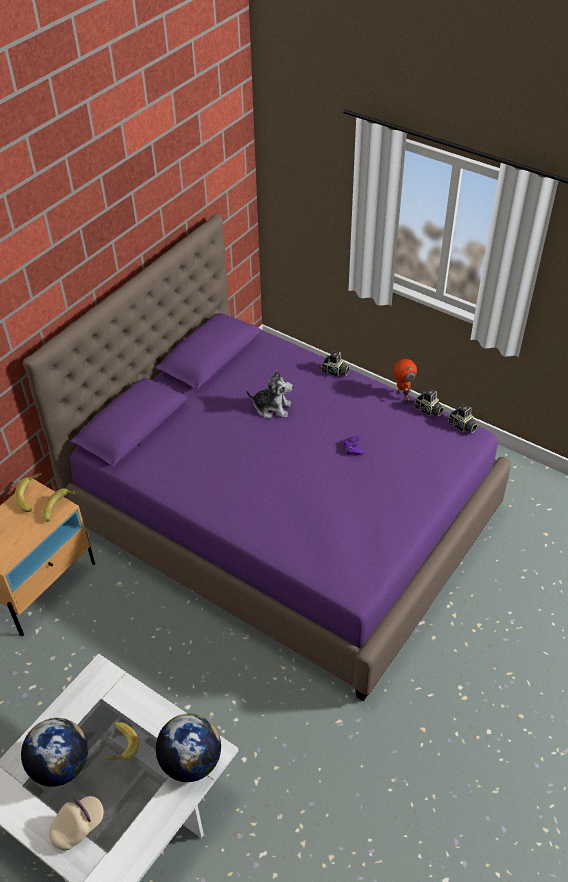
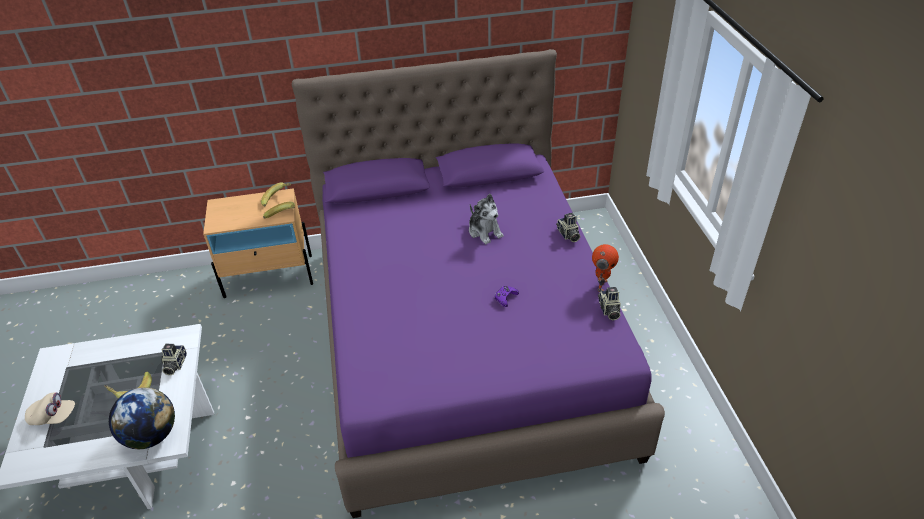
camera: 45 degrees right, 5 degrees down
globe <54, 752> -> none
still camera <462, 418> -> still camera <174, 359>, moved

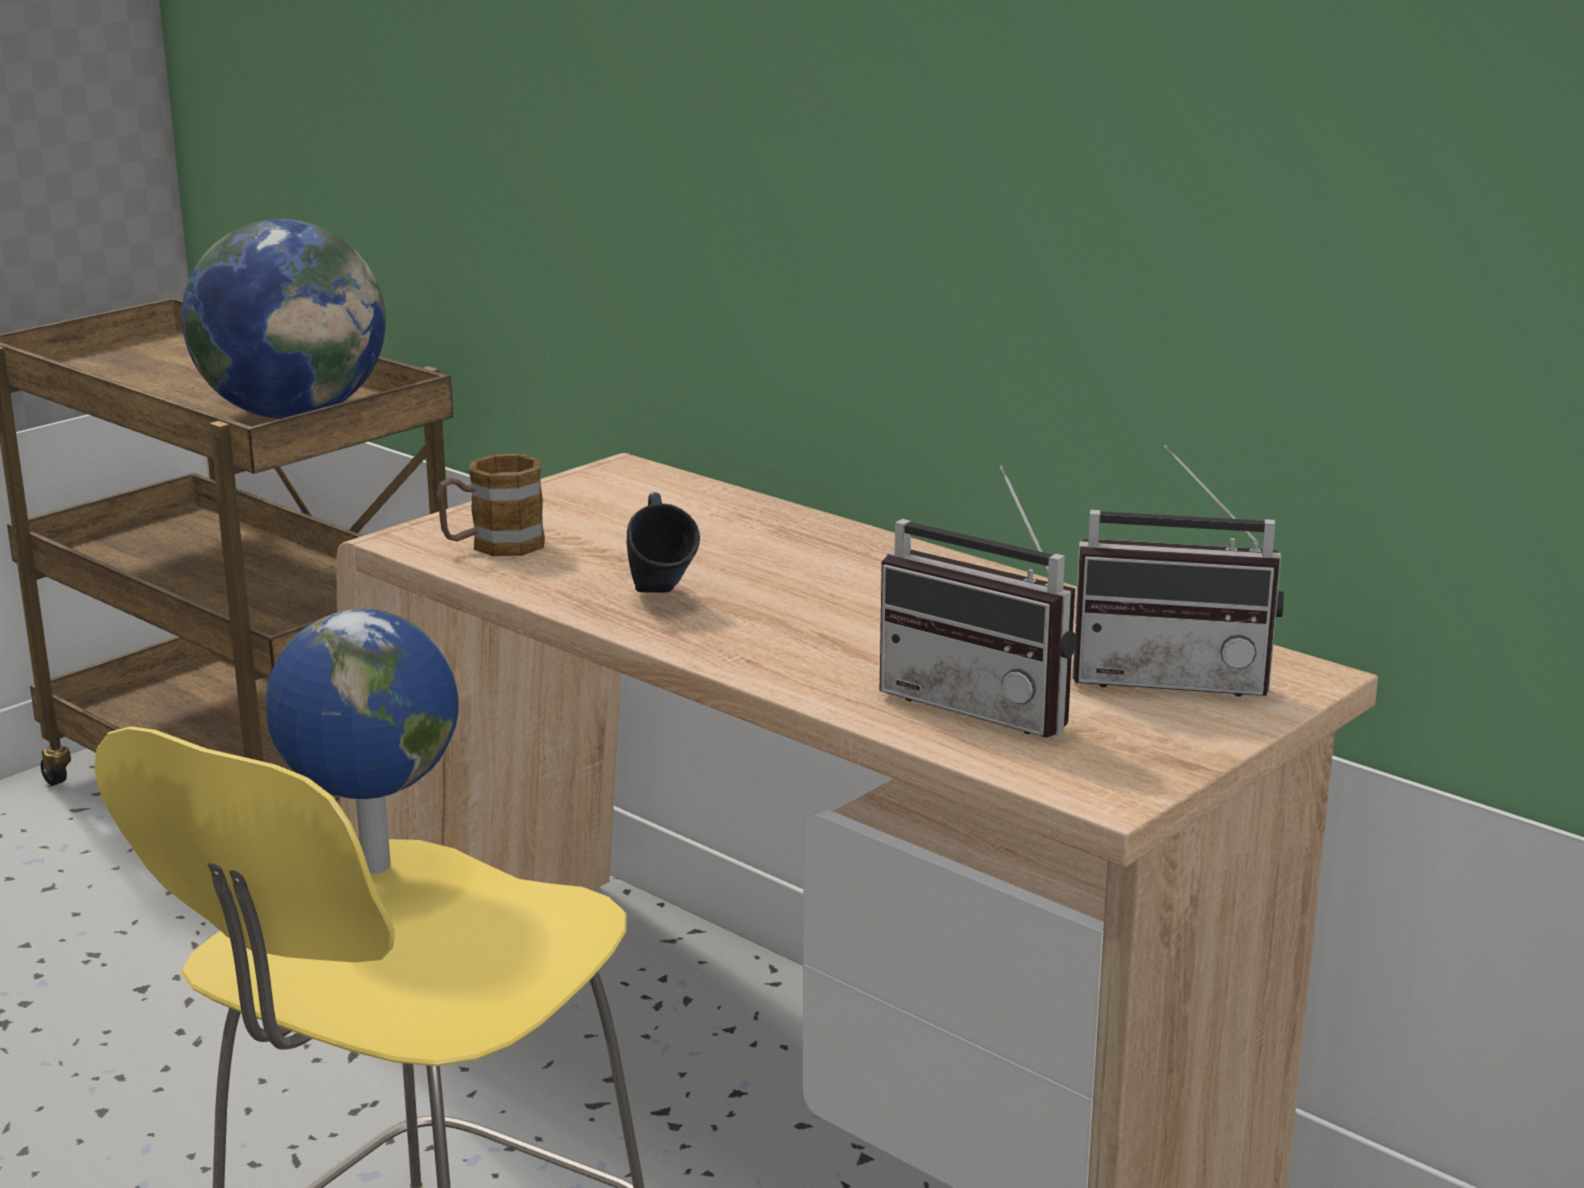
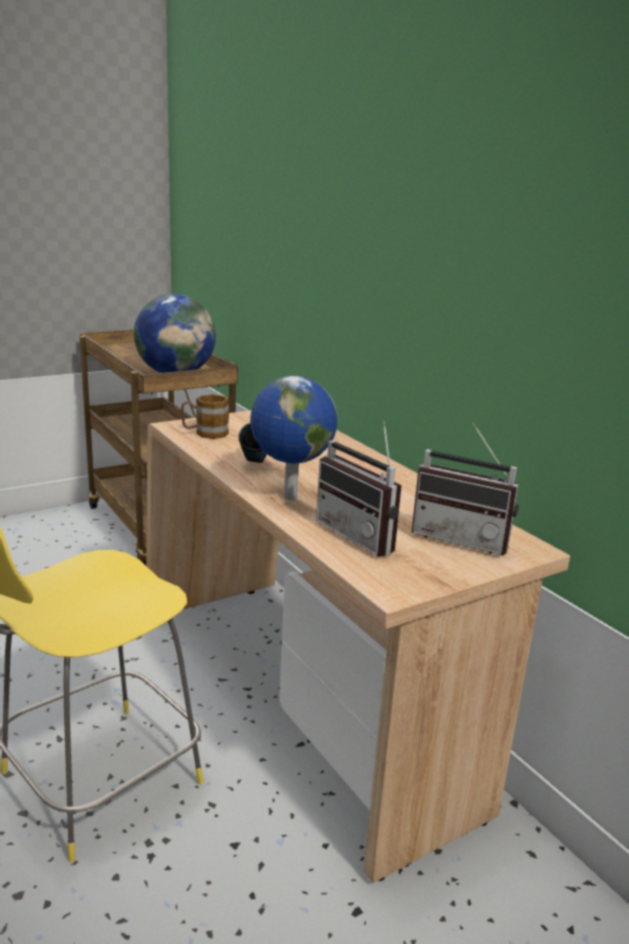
camera: 15 degrees right, 0 degrees up
globe <362, 741> -> globe <293, 438>, moved

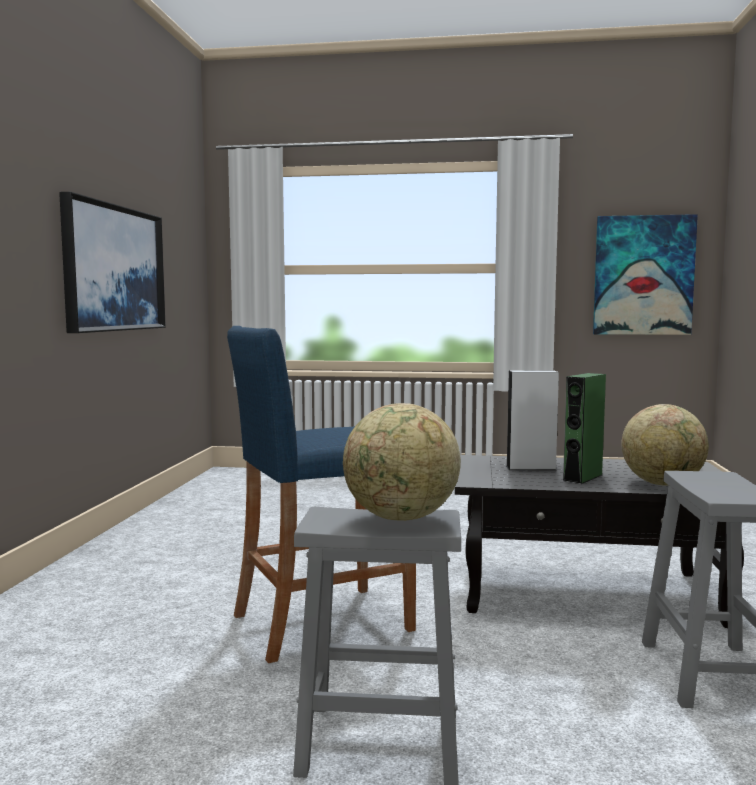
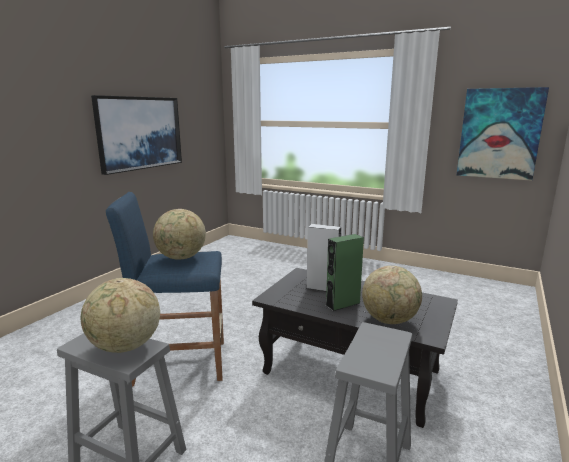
camera: 20 degrees right, 10 degrees up
none -> globe <179, 234>

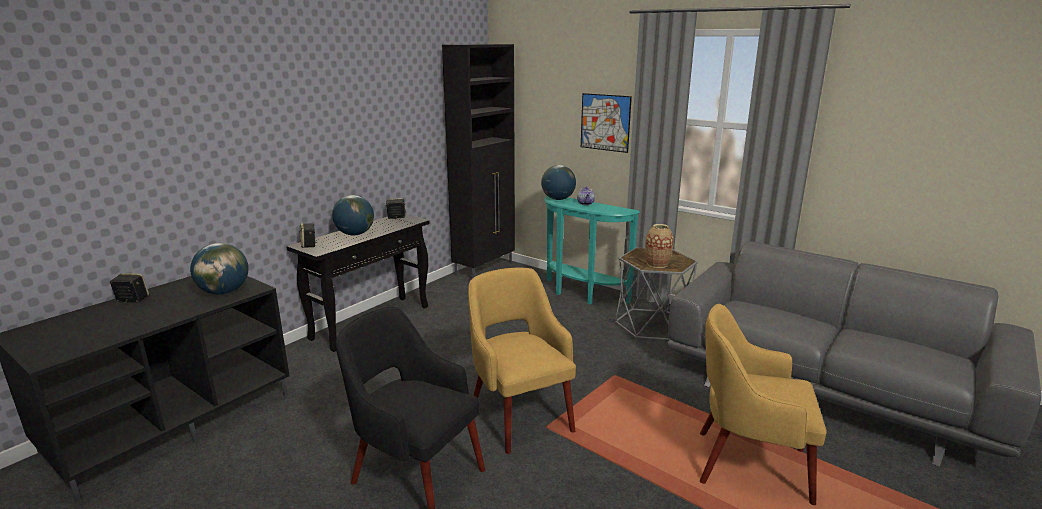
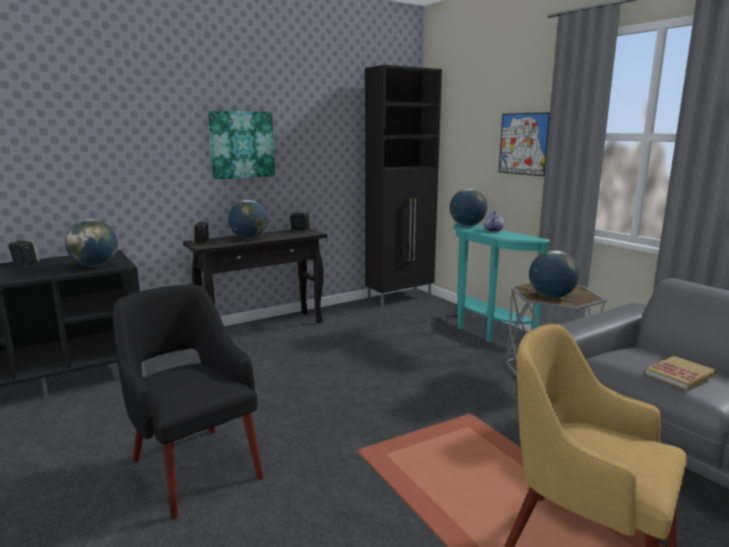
camera: 20 degrees right, 5 degrees down
yellowish easy chair <522, 361> -> none
none -> wall picture <241, 145>
none -> bound book <680, 373>
flower vase <659, 246> -> globe <554, 274>

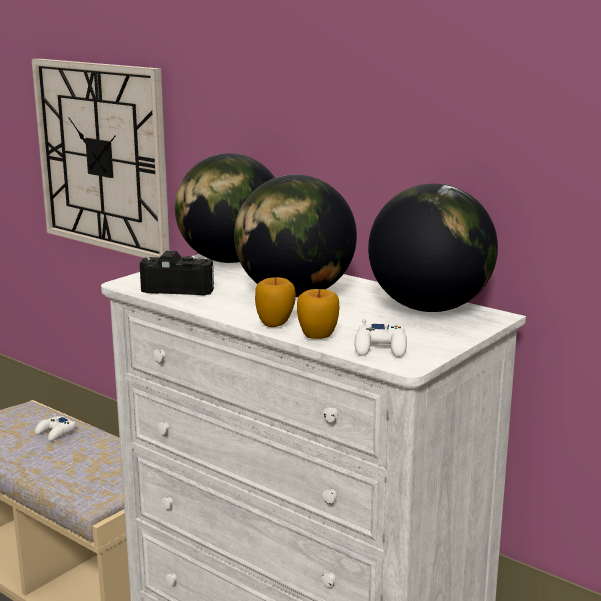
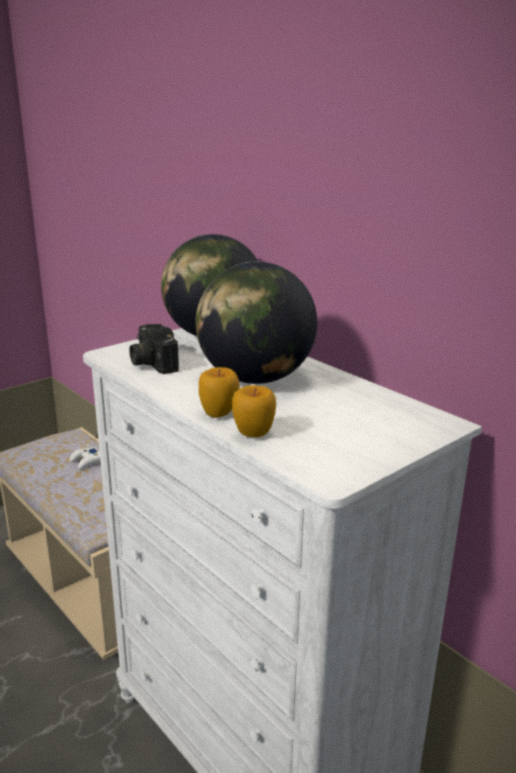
camera: 10 degrees right, 5 degrees up
hanging clock <100, 158> -> none
white-coloured game controller <381, 338> -> none
globe <433, 248> -> none
still camera <177, 273> -> still camera <154, 349>, 135 degrees counterclockwise

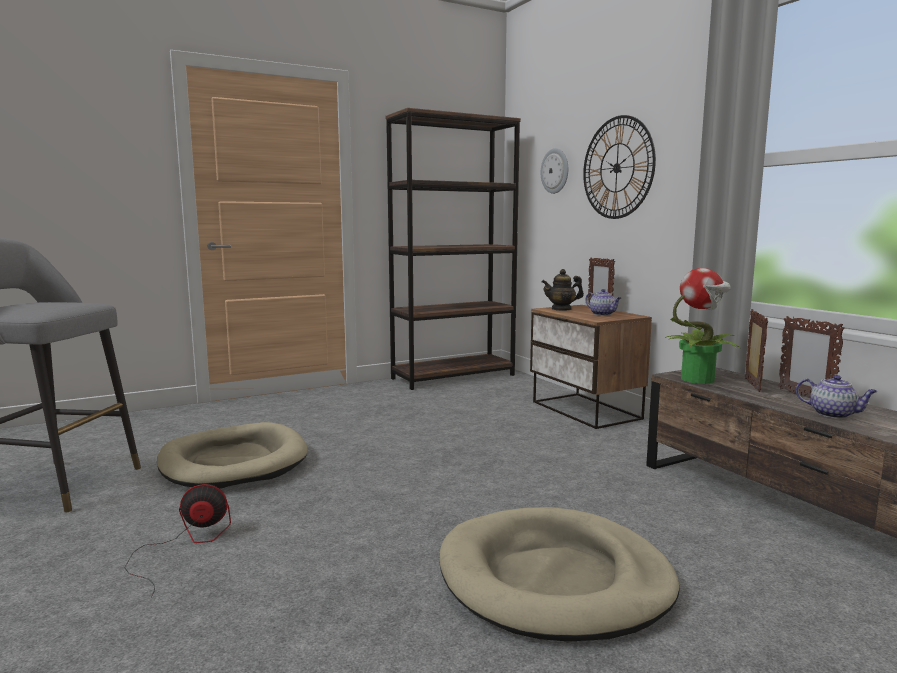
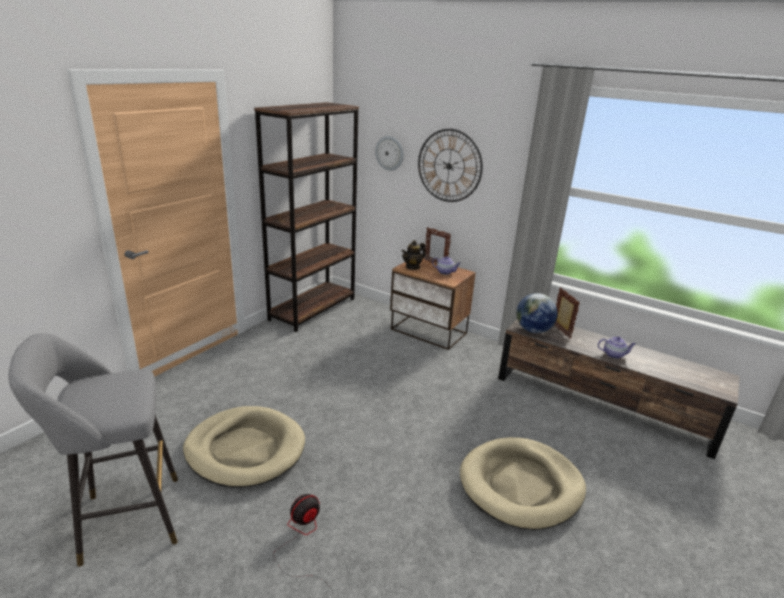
camera: 30 degrees left, 15 degrees up
photo frame <811, 356> -> none
plant in a pot <702, 326> -> globe <537, 313>

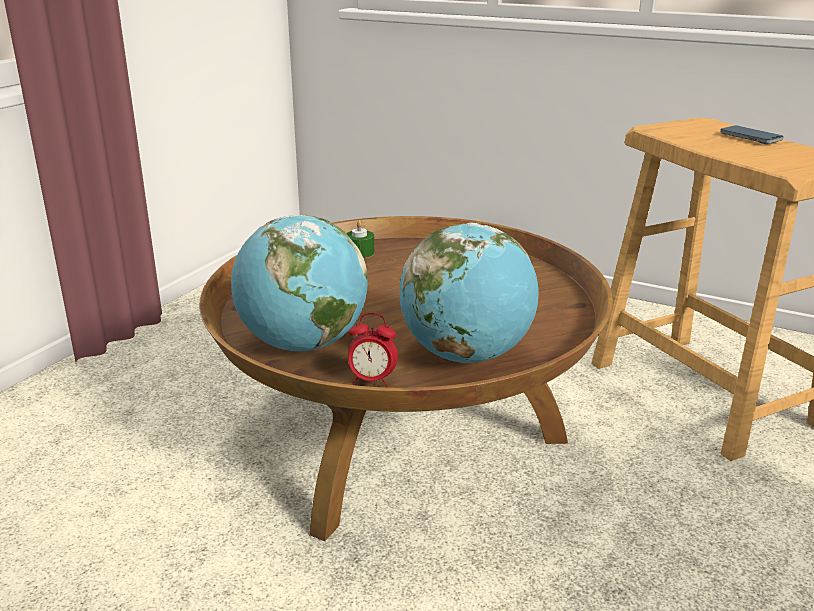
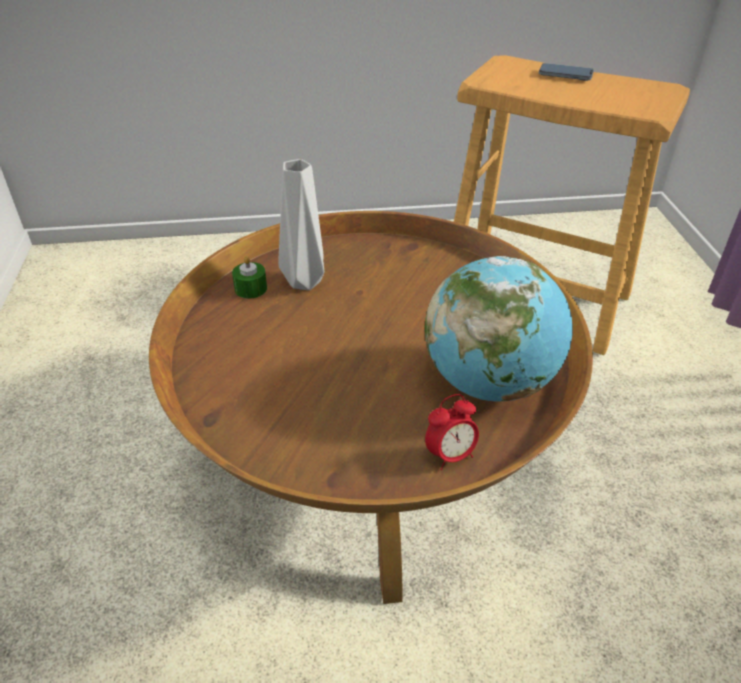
camera: 35 degrees left, 15 degrees up
globe <299, 283> -> none
none -> gray flower vase <301, 224>

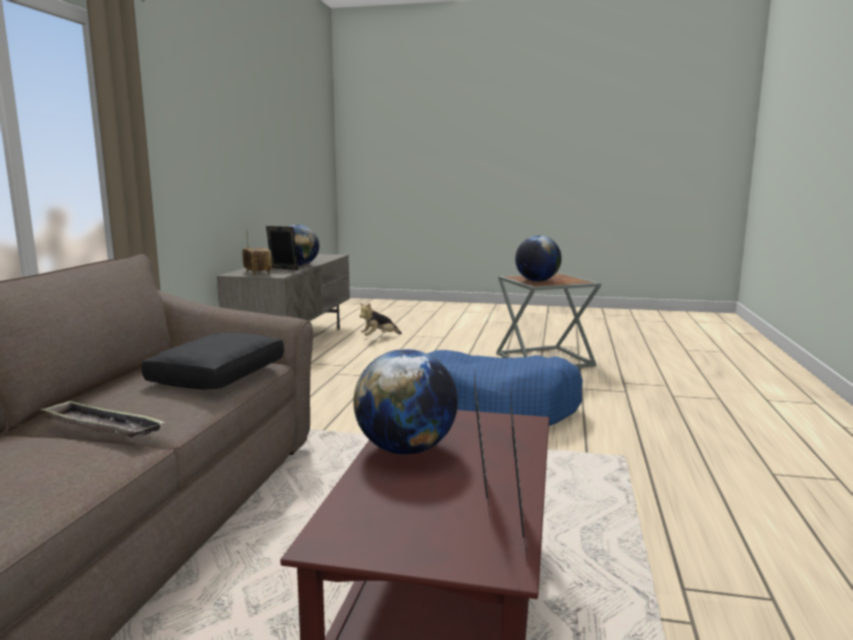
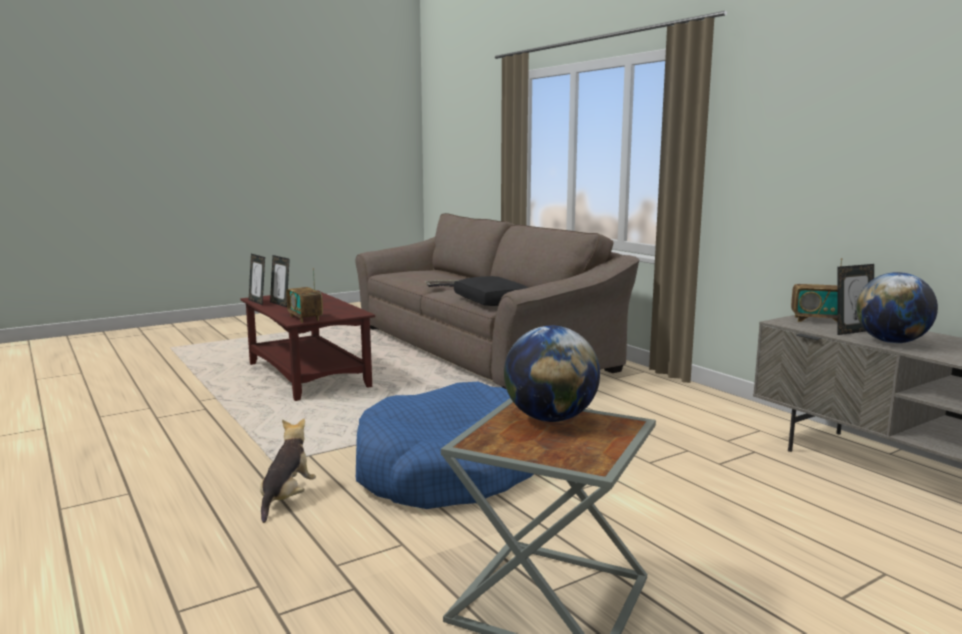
camera: 135 degrees right, 0 degrees up
globe <405, 402> -> none
none -> radio <304, 295>
plush toy <380, 319> -> plush toy <288, 471>, moved

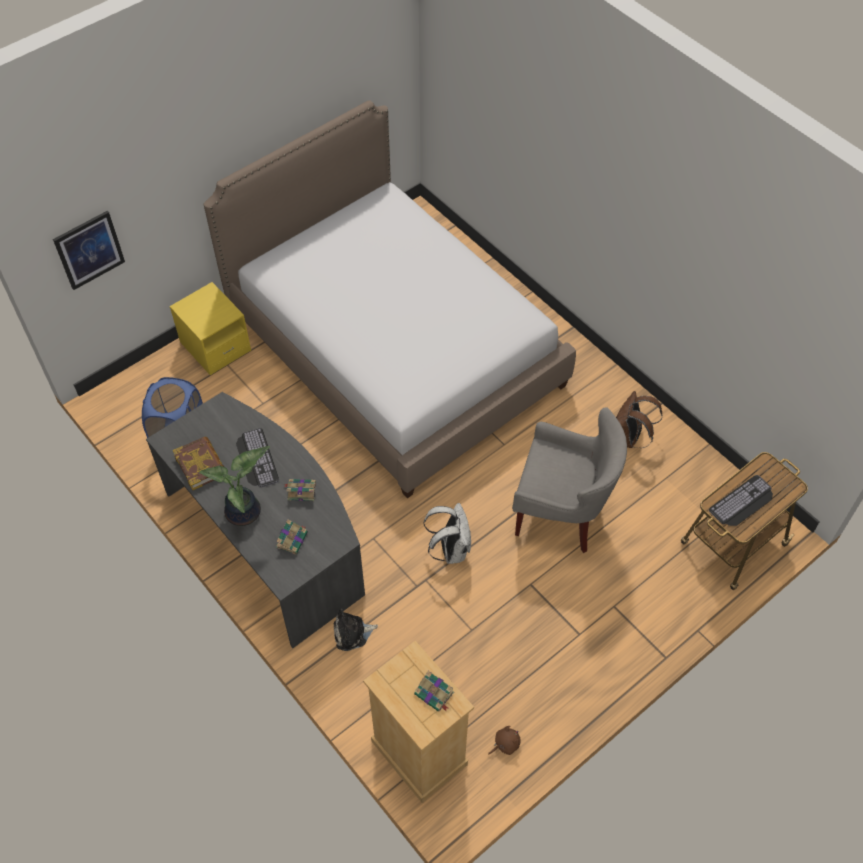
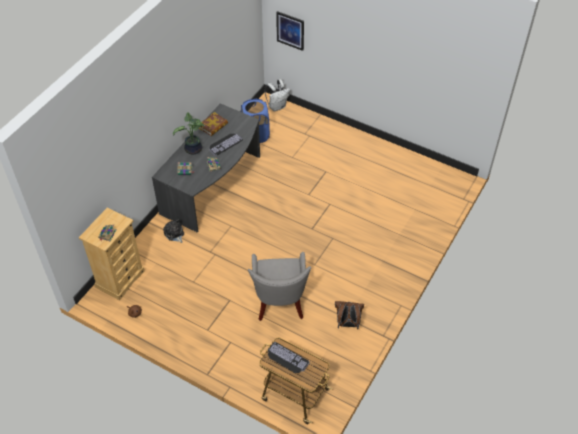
camera: 70 degrees right, 5 degrees down
yellowish night table <210, 329> -> none
bedroom bed <390, 299> -> none
white-coloured backpack <447, 533> -> white-coloured backpack <277, 95>, moved

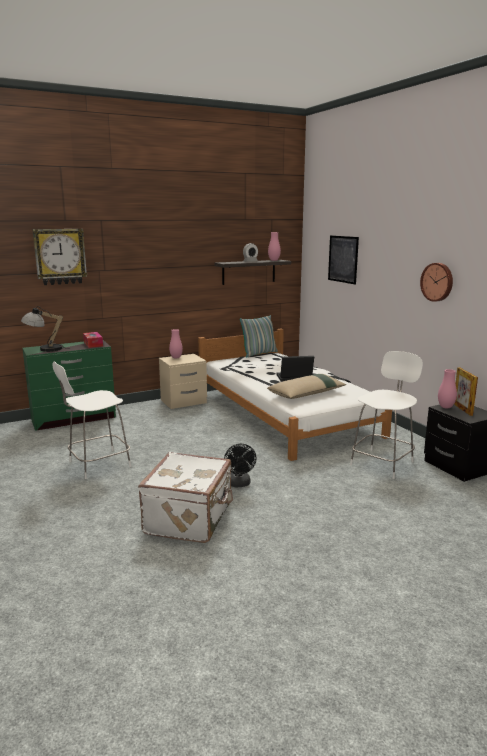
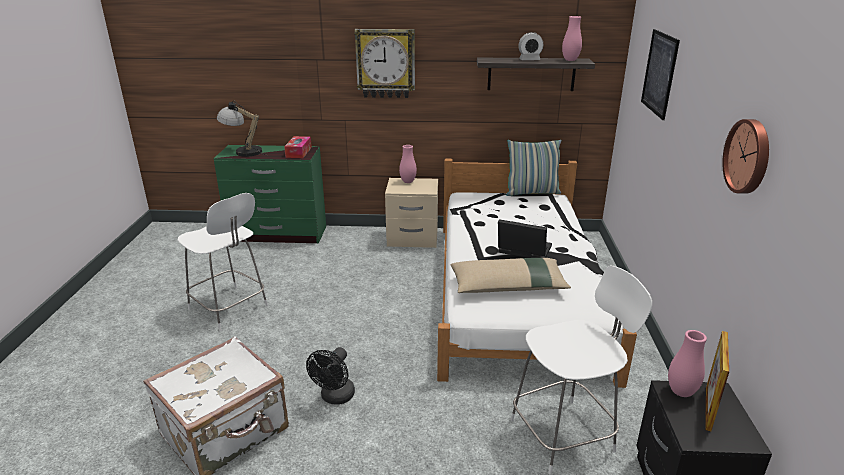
camera: 30 degrees right, 10 degrees up
hanging clock <59, 257> -> hanging clock <384, 63>, moved
white-coloured plain chair <91, 420> -> white-coloured plain chair <223, 262>, 135 degrees counterclockwise

